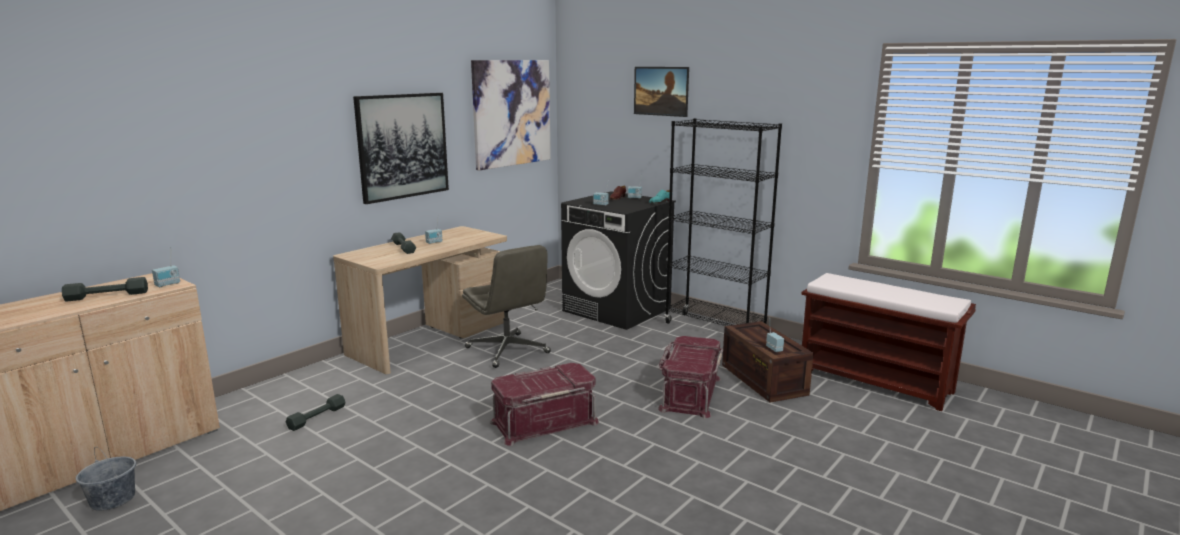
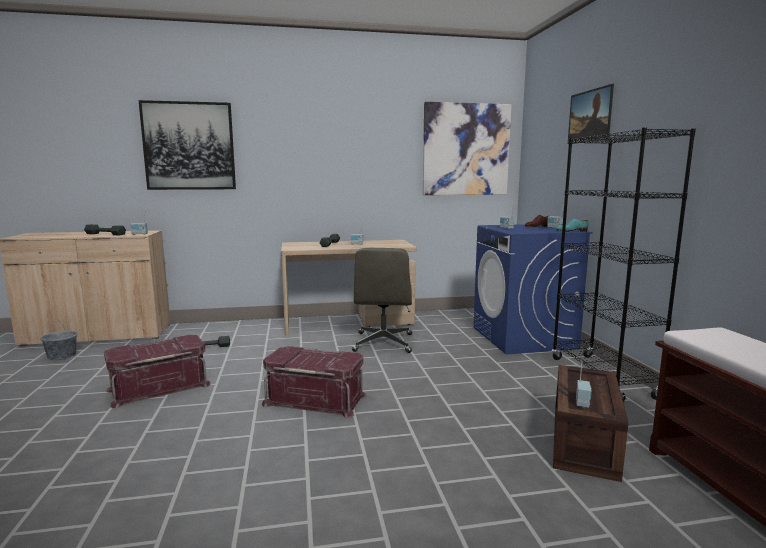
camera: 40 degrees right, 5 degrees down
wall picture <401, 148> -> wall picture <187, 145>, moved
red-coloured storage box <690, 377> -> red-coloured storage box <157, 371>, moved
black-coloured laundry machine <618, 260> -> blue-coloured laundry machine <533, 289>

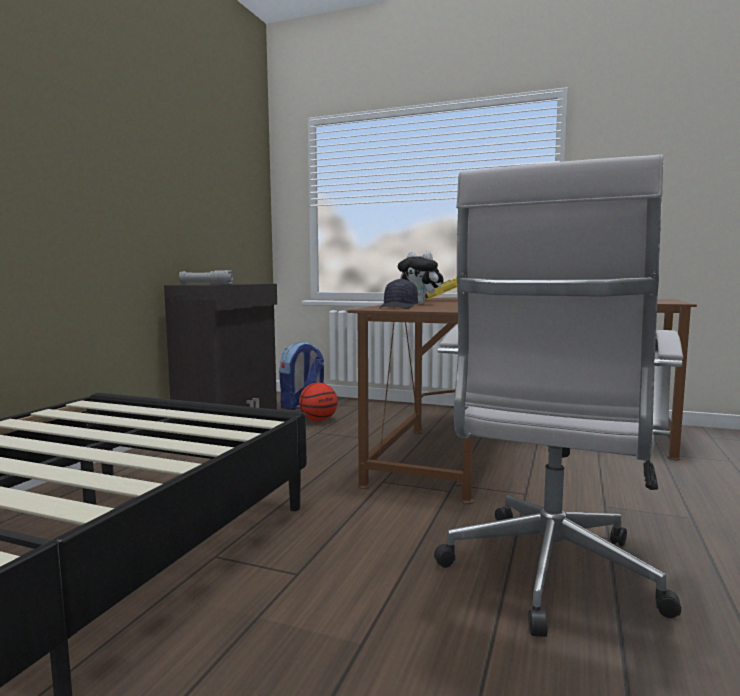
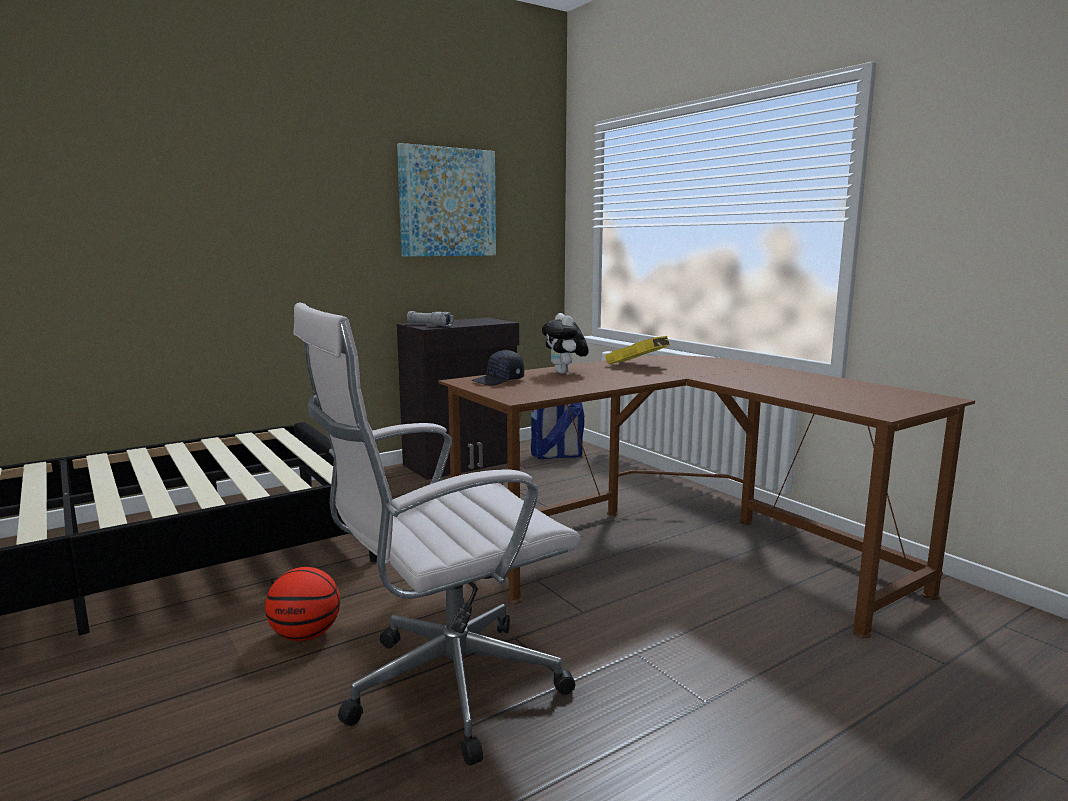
camera: 35 degrees right, 5 degrees up
none -> wall picture <446, 200>
basketball ball <318, 402> -> basketball ball <302, 604>, moved

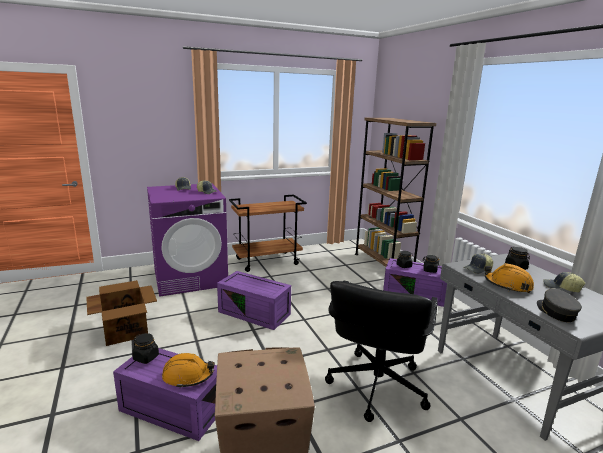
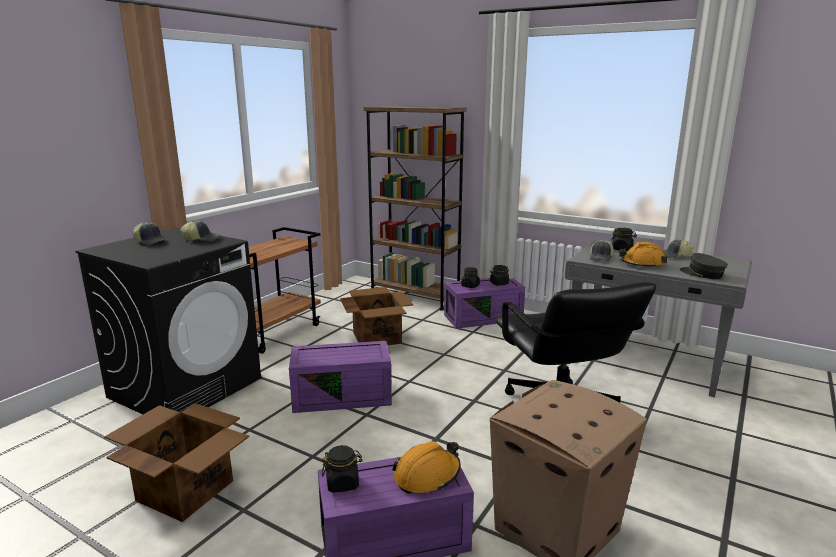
camera: 35 degrees left, 0 degrees up
none -> carton <377, 316>
purple laundry machine <187, 240> -> black-coloured laundry machine <168, 321>

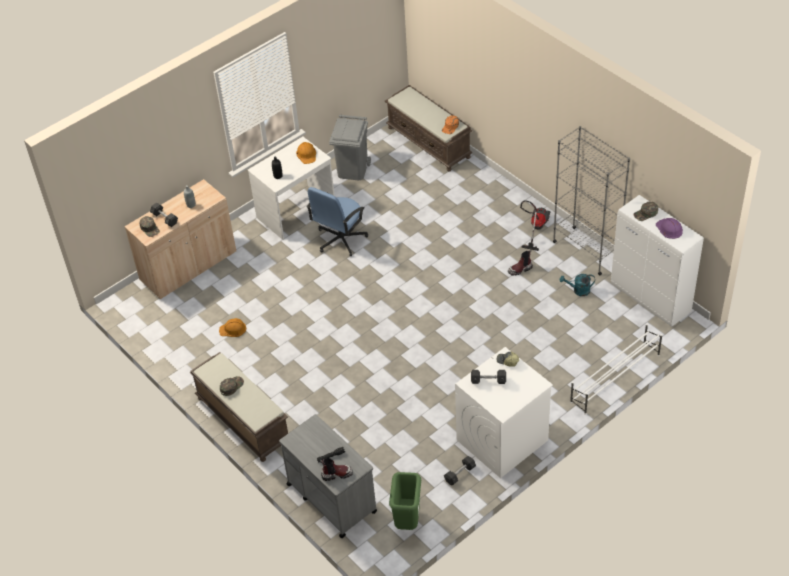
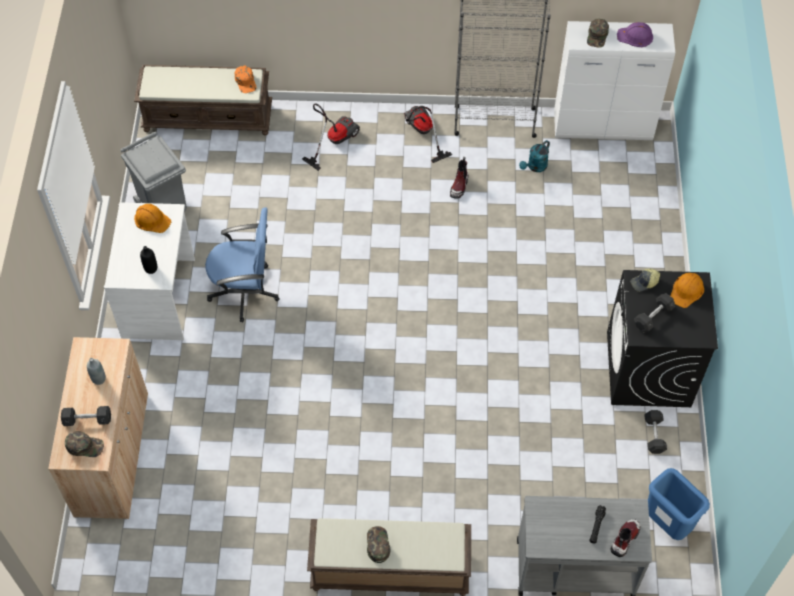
camera: 50 degrees left, 10 degrees up
white-coloured shoe rack <616, 369> -> none
none -> vacuum cleaner <331, 137>
orange safety helmet <232, 327> -> orange safety helmet <687, 290>, moved
green trash can <405, 501> -> blue-coloured trash can <679, 504>
white-coloured laundry machine <504, 412> -> black-coloured laundry machine <662, 338>
blue-coloured computer chair <337, 221> -> blue-coloured computer chair <242, 265>, 75 degrees counterclockwise

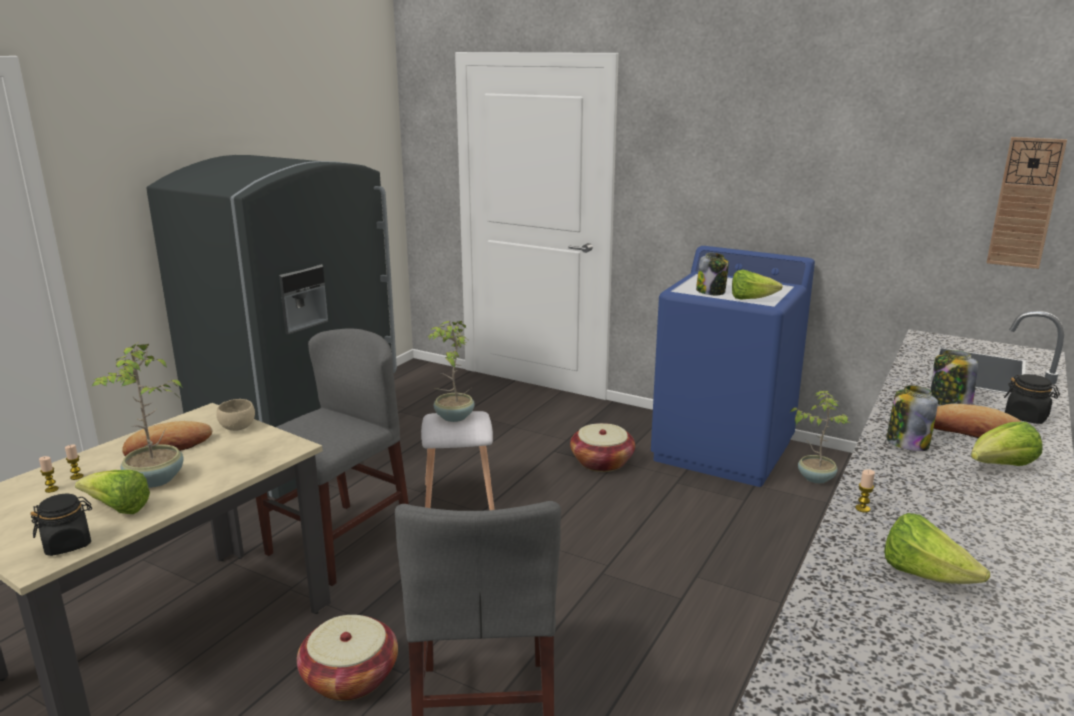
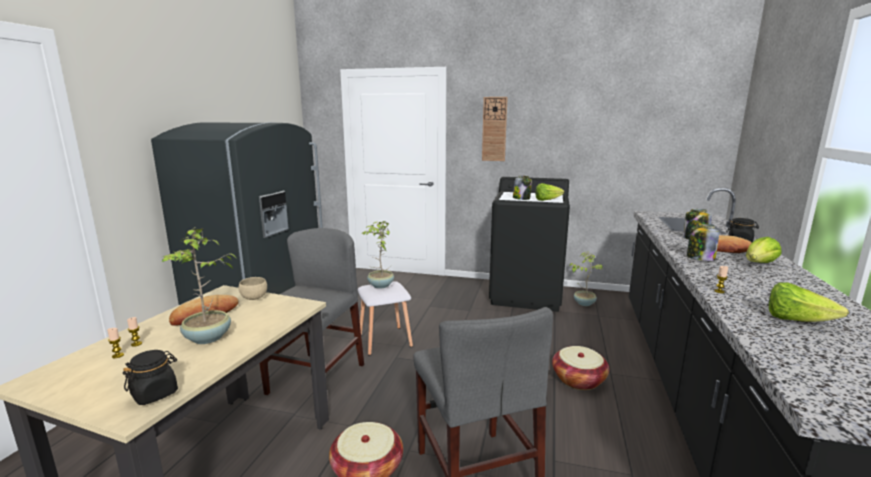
camera: 15 degrees left, 5 degrees down
head of lettuce <112, 492> -> none
household basket <602, 447> -> household basket <581, 368>, moved
hanging clock <1026, 203> -> hanging clock <495, 129>, moved
blue-coloured laundry machine <733, 366> -> black-coloured laundry machine <529, 244>

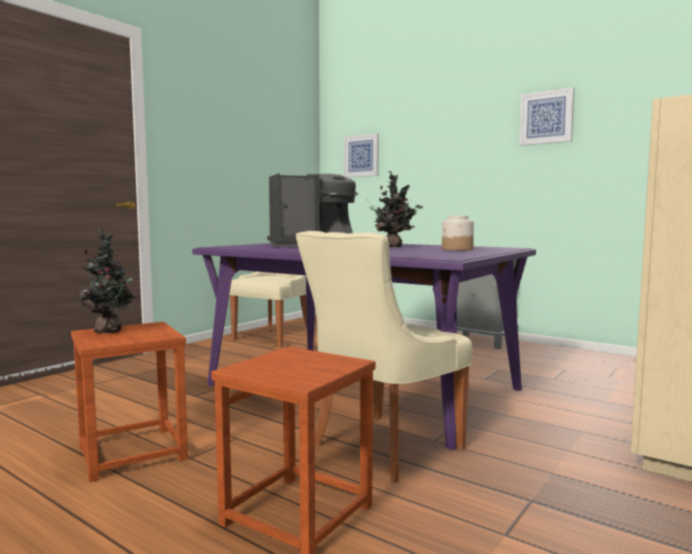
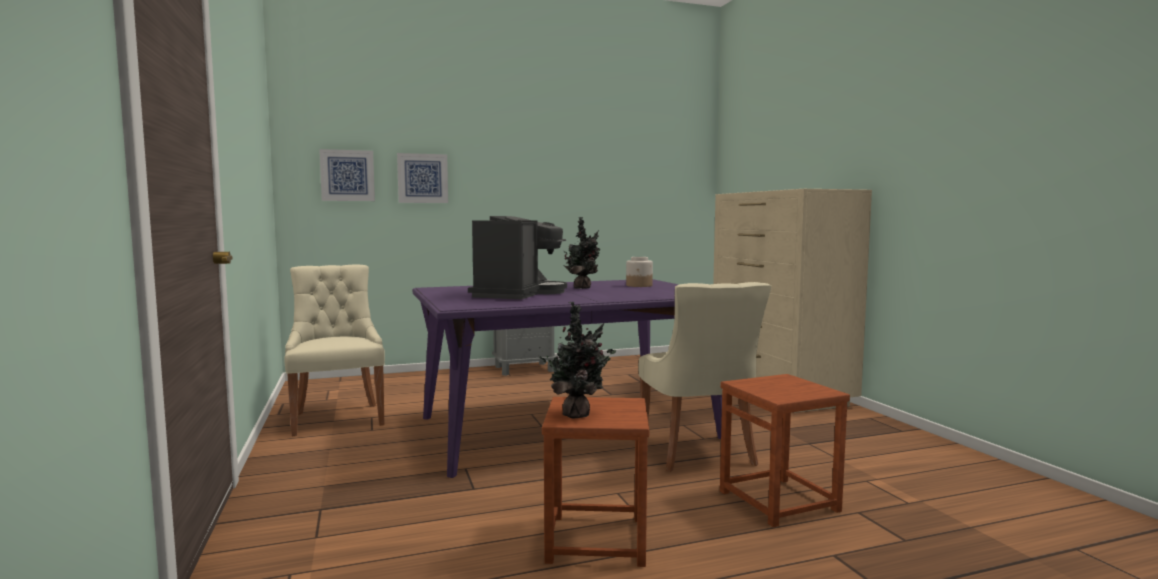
camera: 55 degrees left, 0 degrees up
wall picture <546, 116> -> wall picture <422, 178>, moved

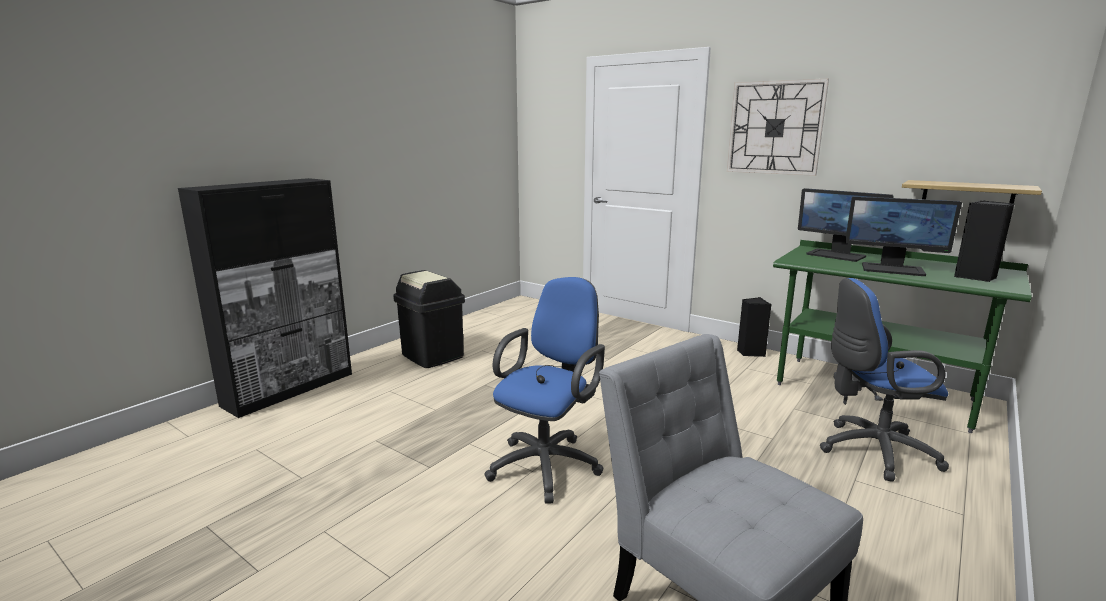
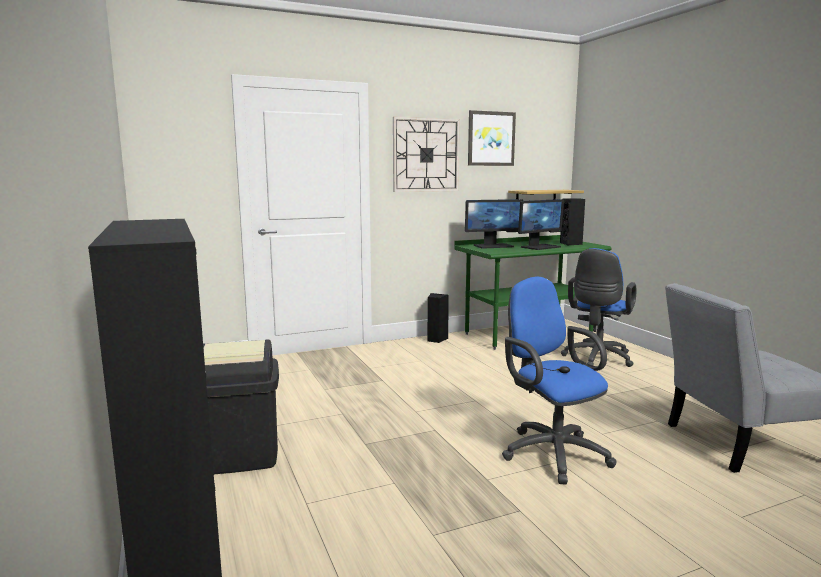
camera: 60 degrees left, 5 degrees down
none -> wall picture <492, 138>

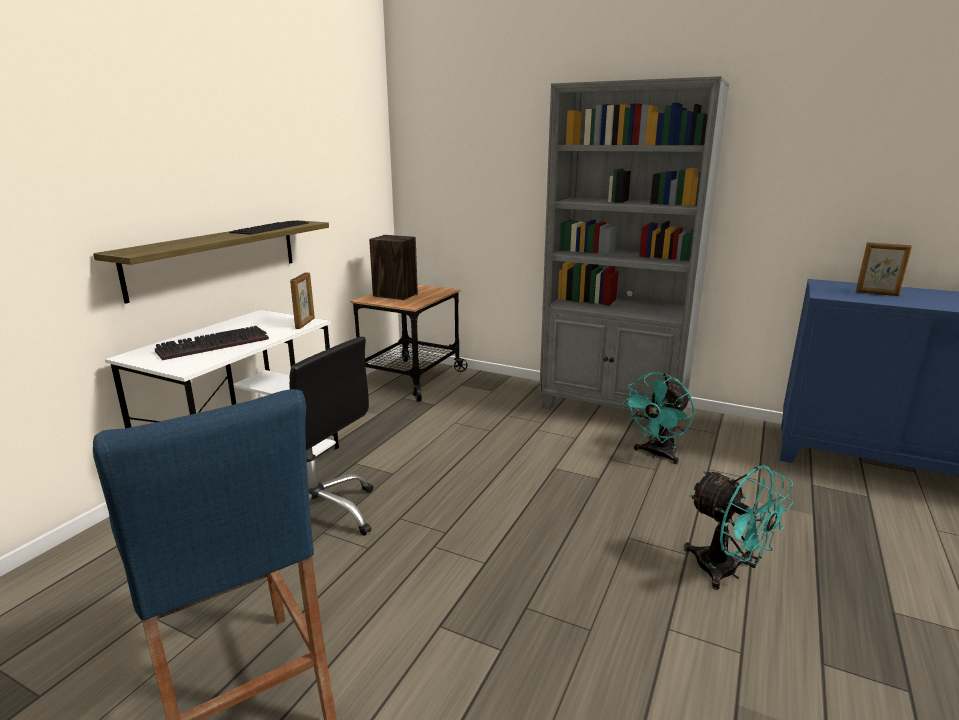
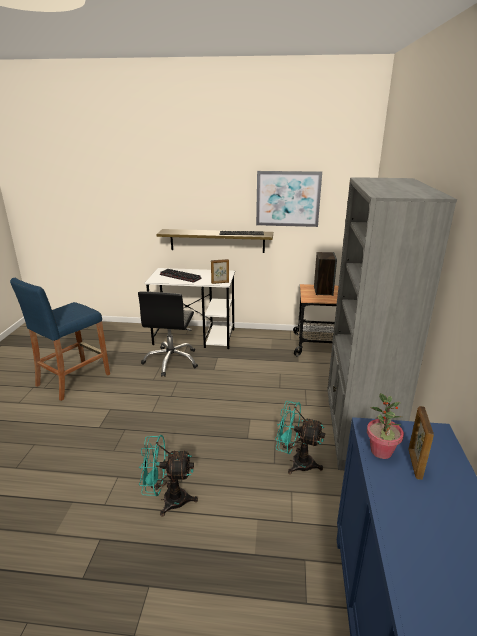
camera: 70 degrees right, 5 degrees up
none -> wall picture <289, 199>
none -> plant in a pot <385, 426>
blue-green fan <738, 527> -> blue-green fan <168, 476>, 60 degrees clockwise

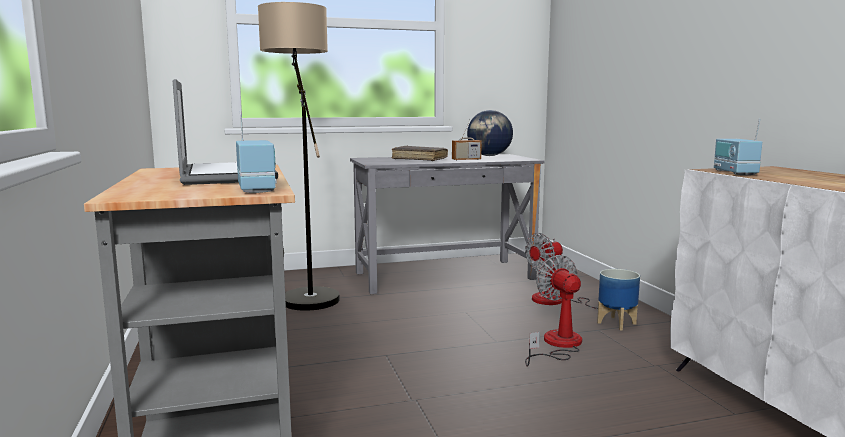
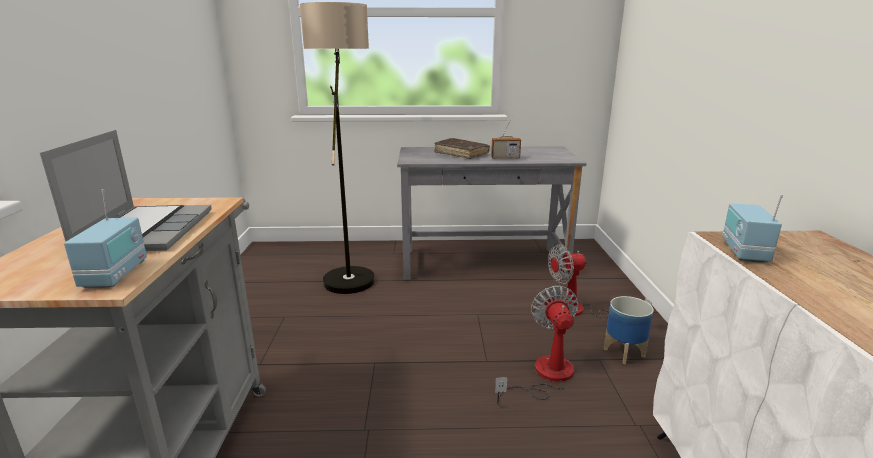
camera: 15 degrees right, 10 degrees up
globe <490, 133> -> none

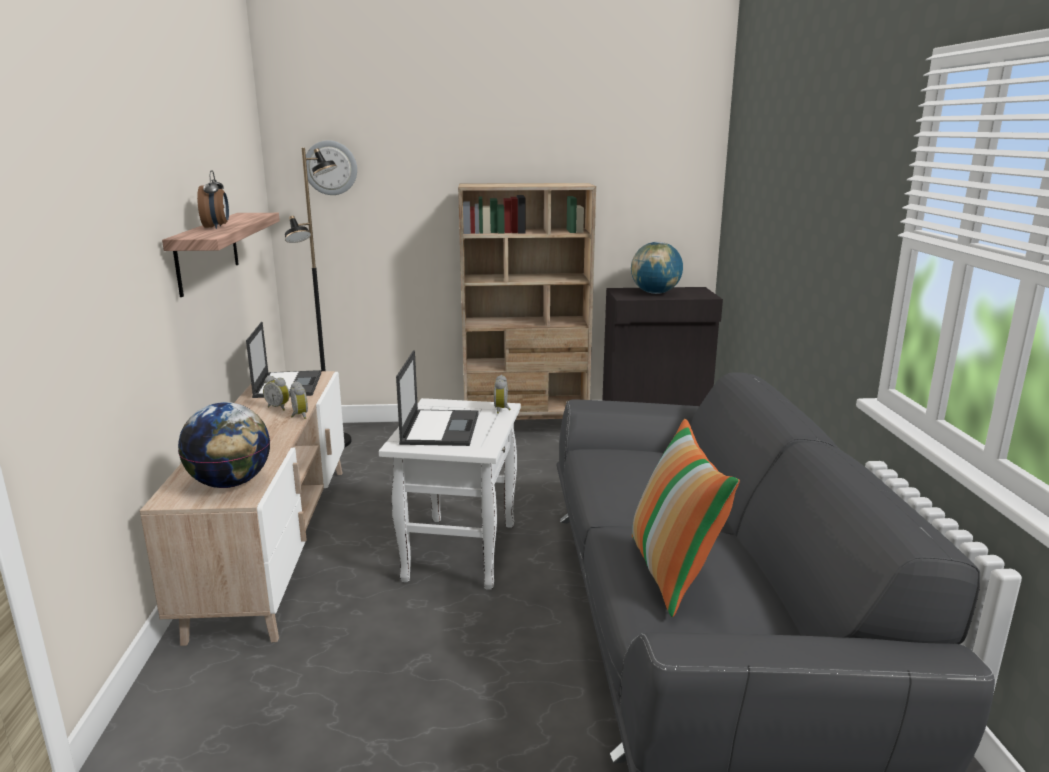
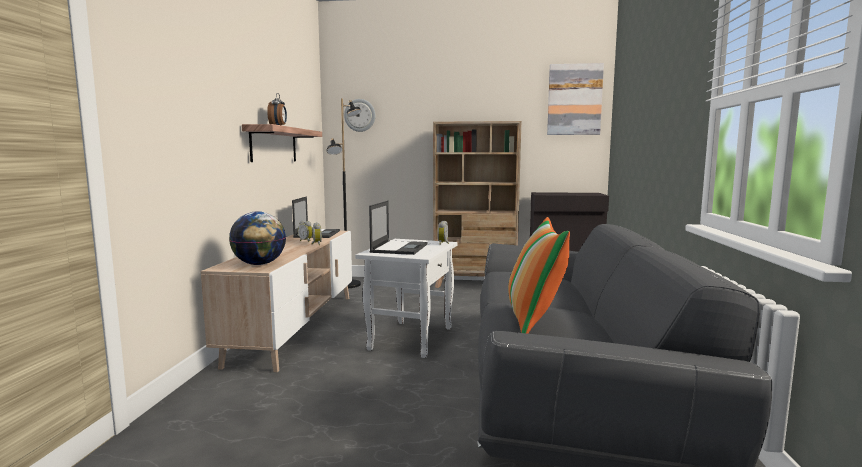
camera: 10 degrees right, 10 degrees down
globe <657, 268> -> none
none -> wall picture <575, 99>

